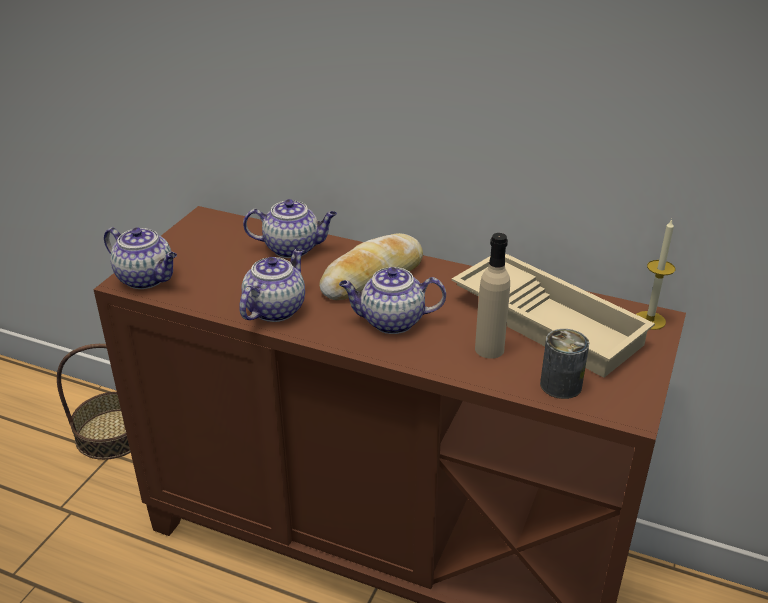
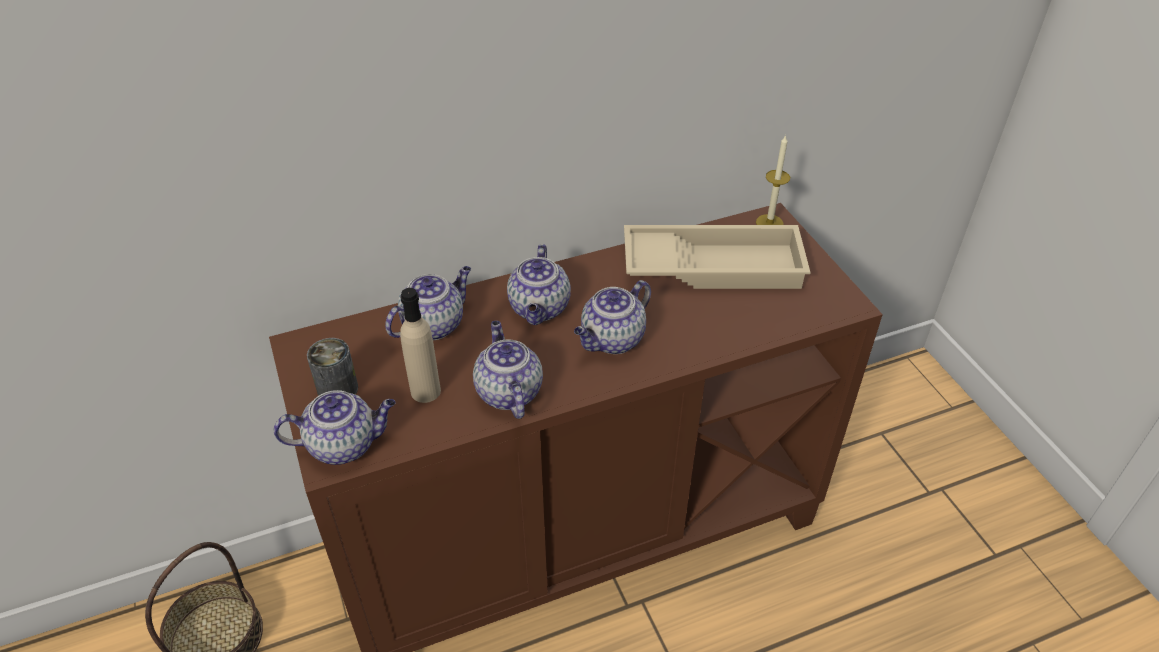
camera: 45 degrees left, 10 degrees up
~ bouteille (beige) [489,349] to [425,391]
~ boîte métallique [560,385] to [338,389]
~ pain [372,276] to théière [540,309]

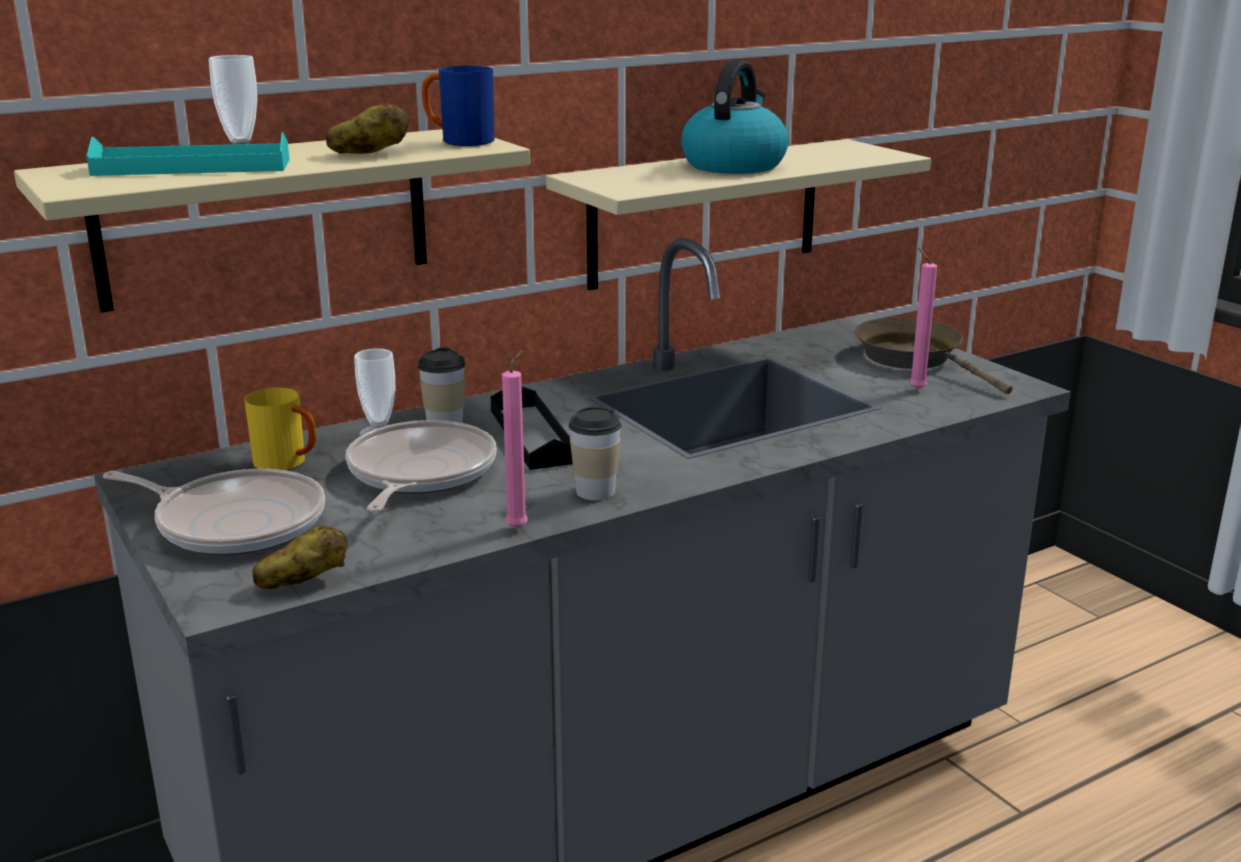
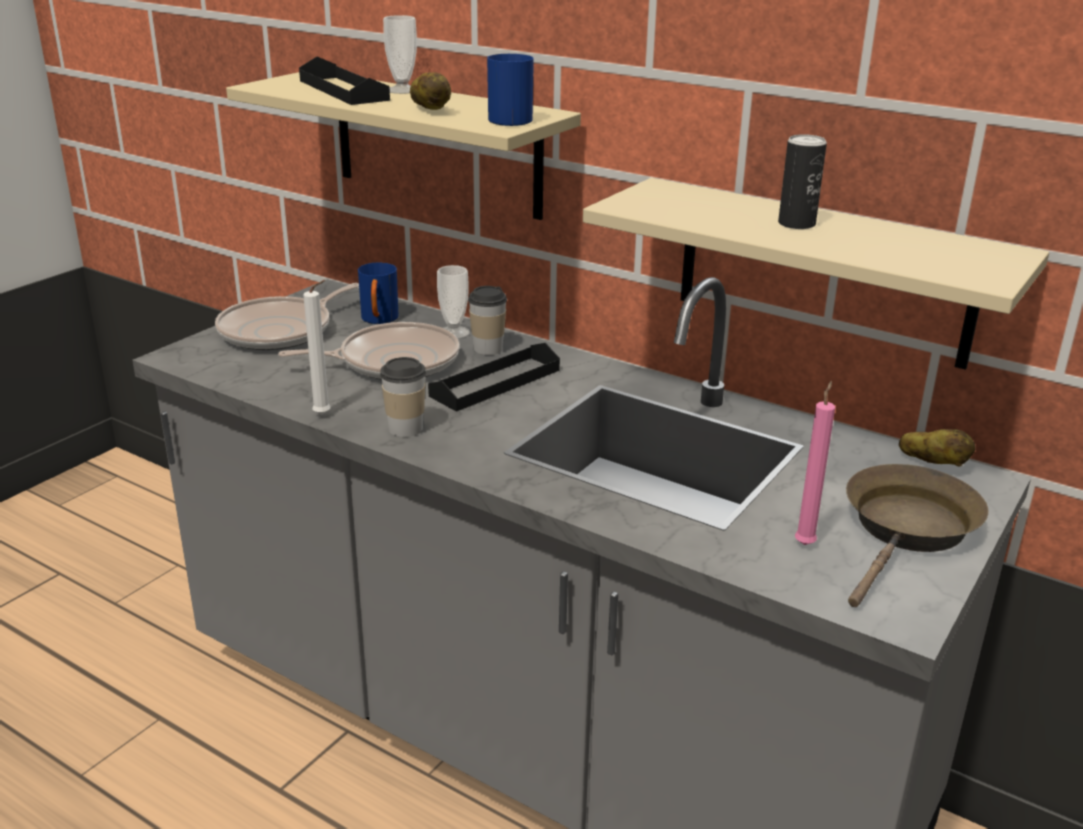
camera: 65 degrees right, 5 degrees up
~ pomme de terre [303,582] to [933,464]
~ bouilloire [733,165] to boîte métallique [796,224]
~ plateau (turquoise) [192,167] to plateau (noir) [343,90]
~ mug (jaune) [288,464] to mug (bleu) [379,320]
~ bougie (rose) [519,527] to bougie (blanc) [325,415]
~ poêle [234,523] = [281,331] 45 degrees clockwise

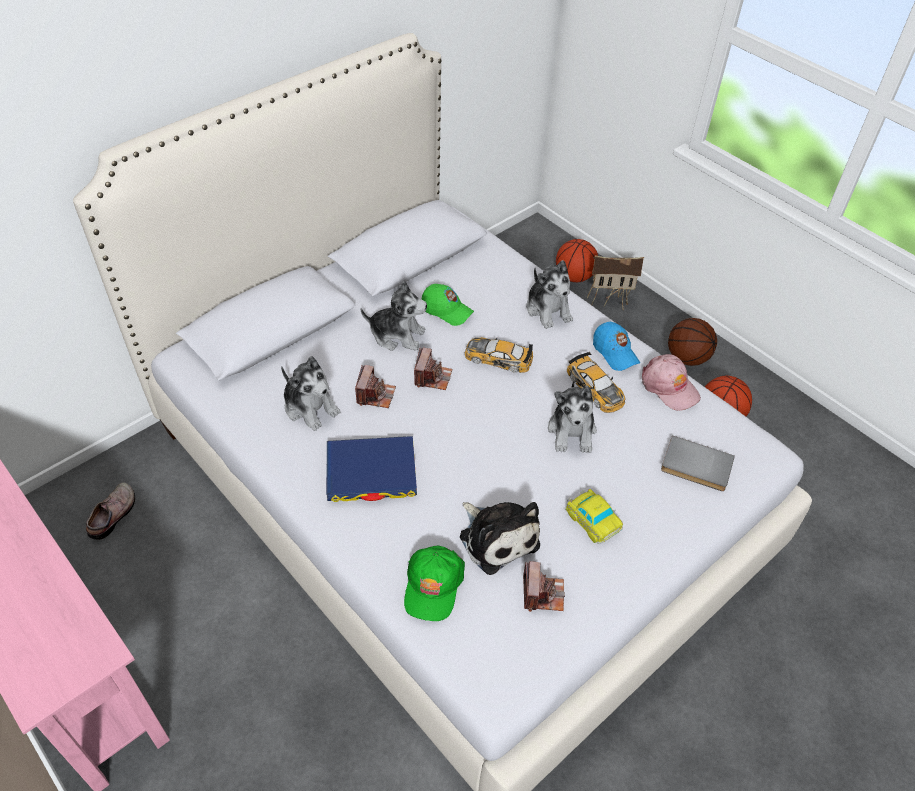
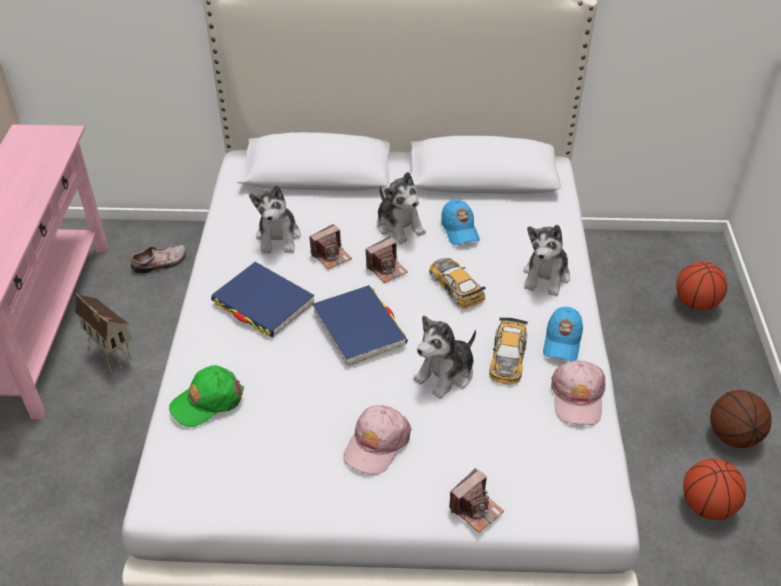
camera: 45 degrees right, 5 degrees down
- peluche [497,537]
- livre (gris) [696,467]
+ livre (bleu) [359,328]
~ appareil photo [542,594] to [475,509]
~ maison miniature [608,301] to [113,357]
~ petite voiture [592,519] to casquette (rose) [376,444]
~ casquette (vert) [446,311] to casquette (bleu) [459,230]

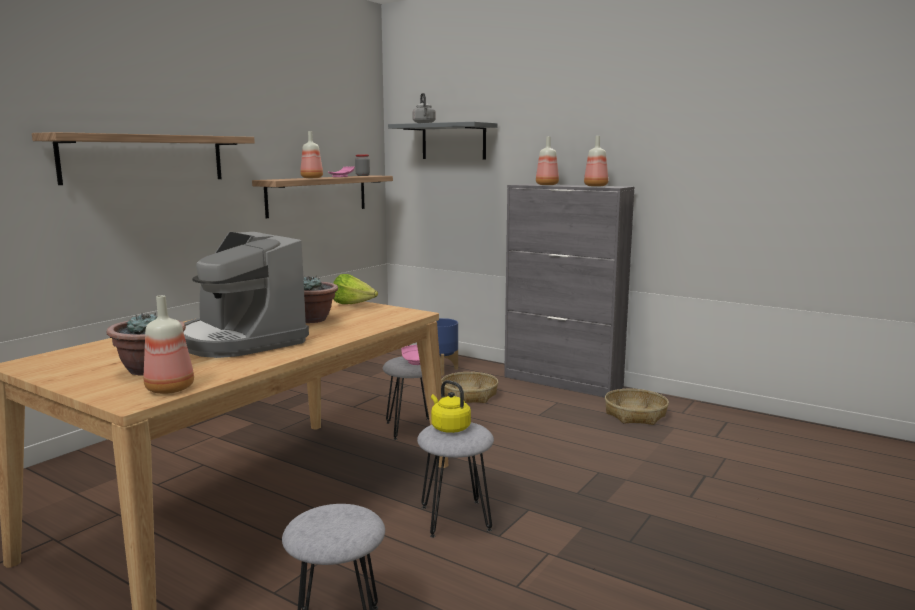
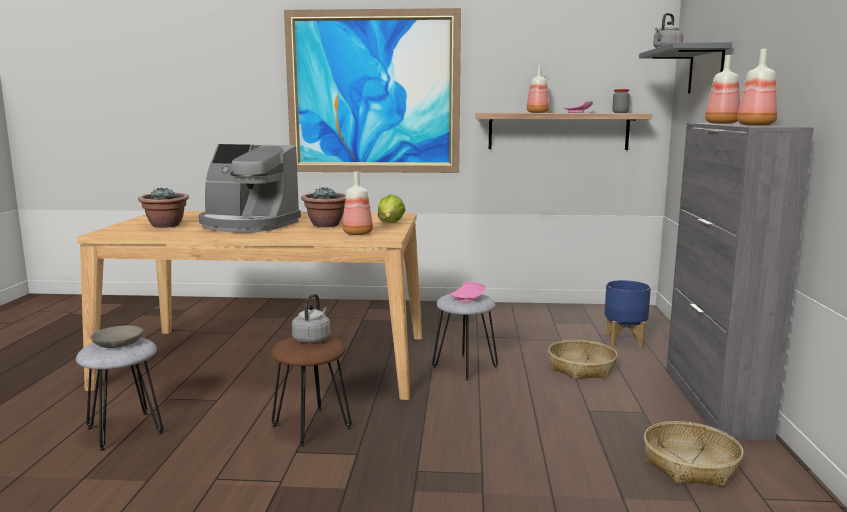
camera: 60 degrees right, 0 degrees up
+ bol (gris) [117,343]
~ bouteille [171,388] to [358,233]
~ étagère [145,158] to tableau [373,92]
~ tabouret (gris) [455,518] to tabouret (marron) [311,427]
~ bouilloire (jaune) [449,427] to bouilloire (gris) [312,339]
~ machine à café [240,341] = [248,225] 90 degrees counterclockwise

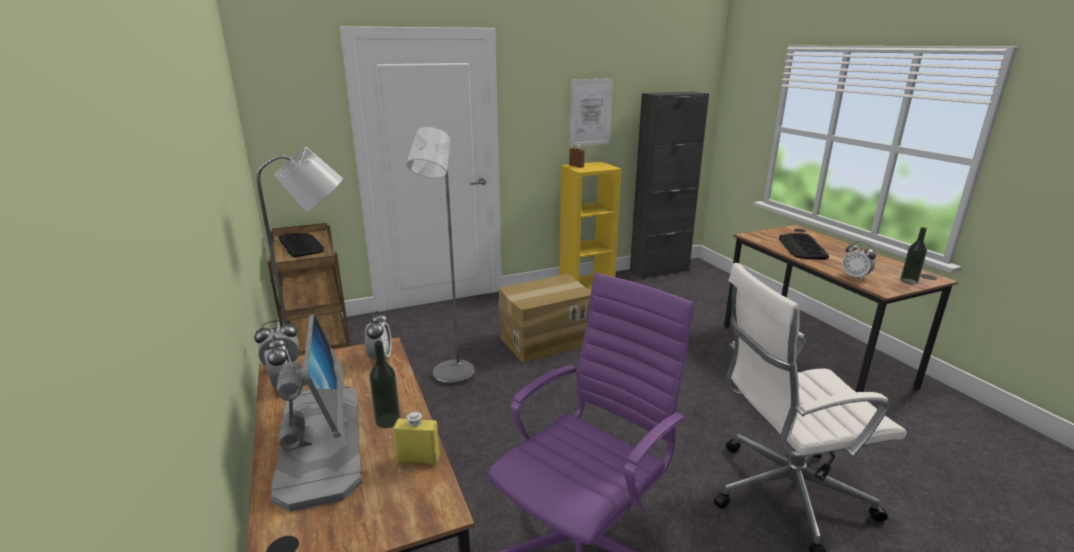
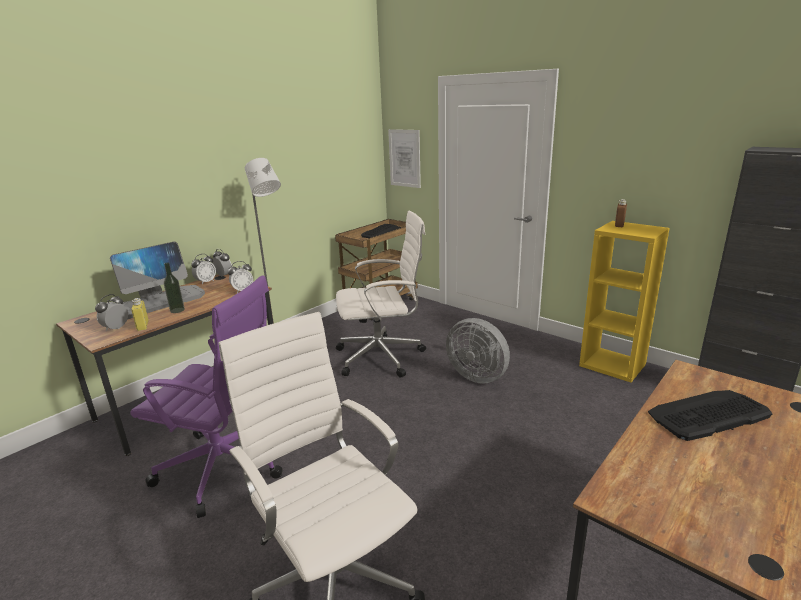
camera: 65 degrees right, 0 degrees up
- bouteille [908,281]
~ tableau [590,112] to [404,158]
~ réveil [855,277] to [116,328]
~ lampadaire (gris) [450,378] to chaise de bureau (blanc) [382,356]
~ carton [546,339] to ventilateur (gris) [478,375]

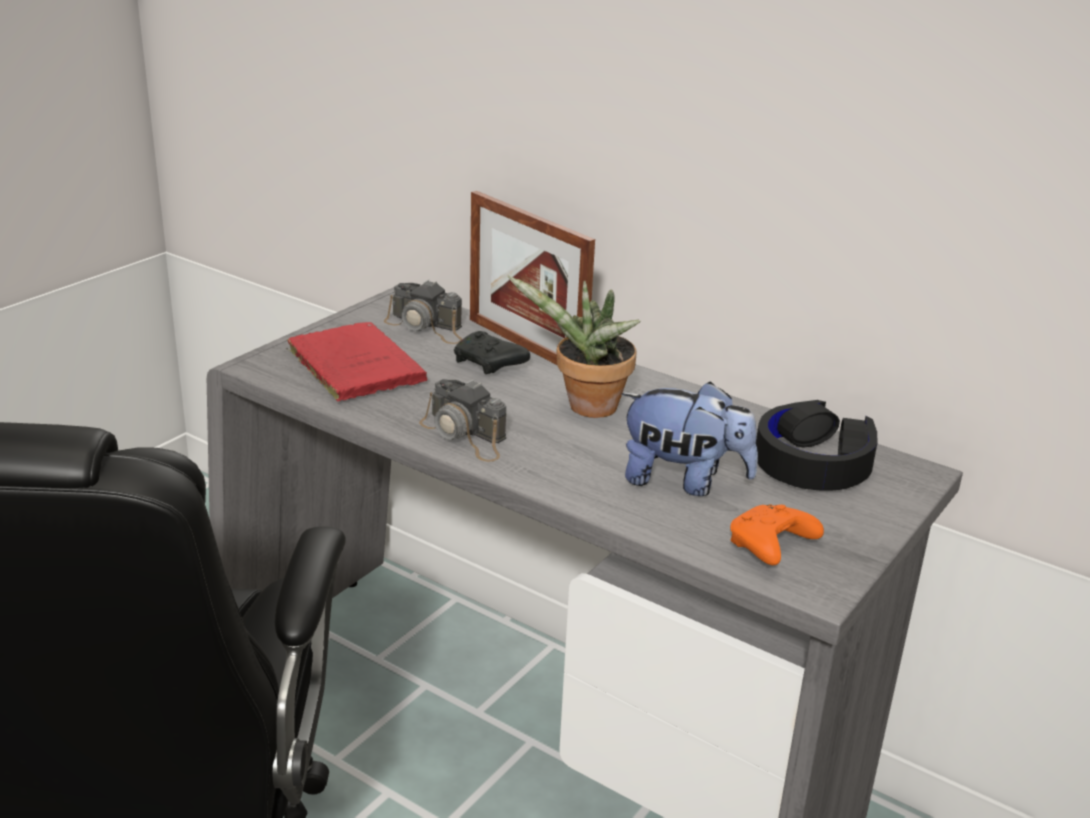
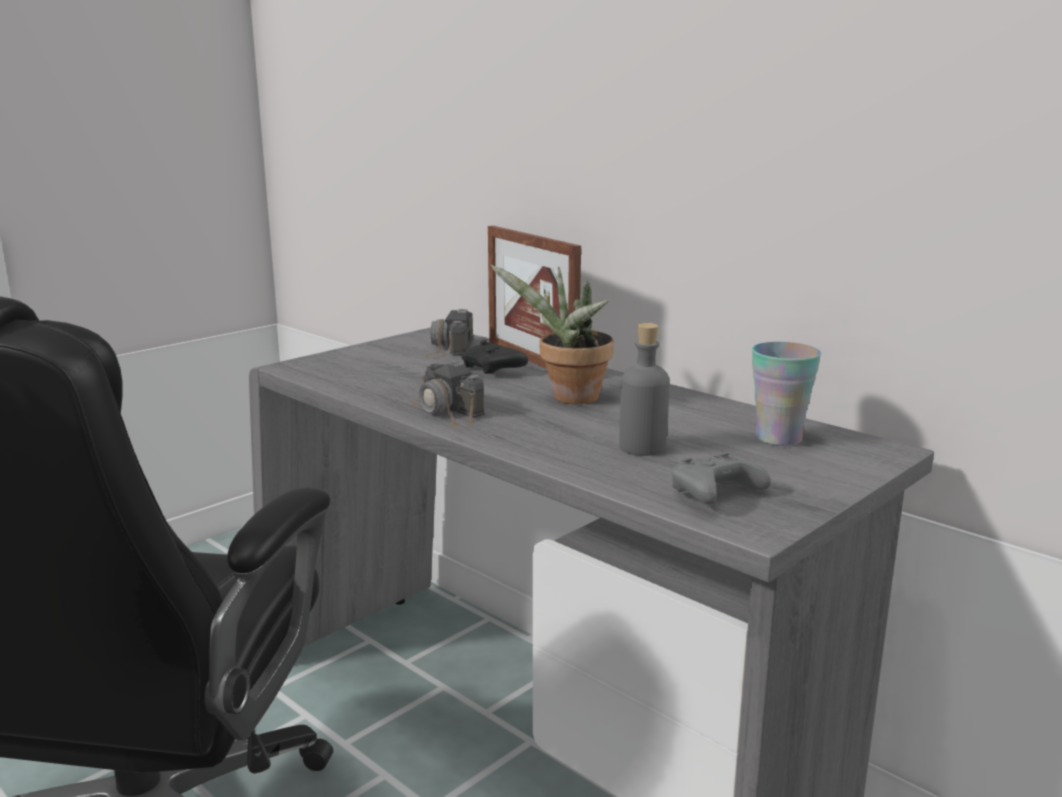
camera: 10 degrees right, 10 degrees down
- livre (rouge) [353,365]
~ peluche [683,481] to bouteille (gris) [642,447]
~ casque audio (noir) [813,461] to tasse [778,438]
~ manette (orange) [770,547] to manette (gris) [714,495]
~ appareil photo [427,327] = [449,348] 60 degrees clockwise

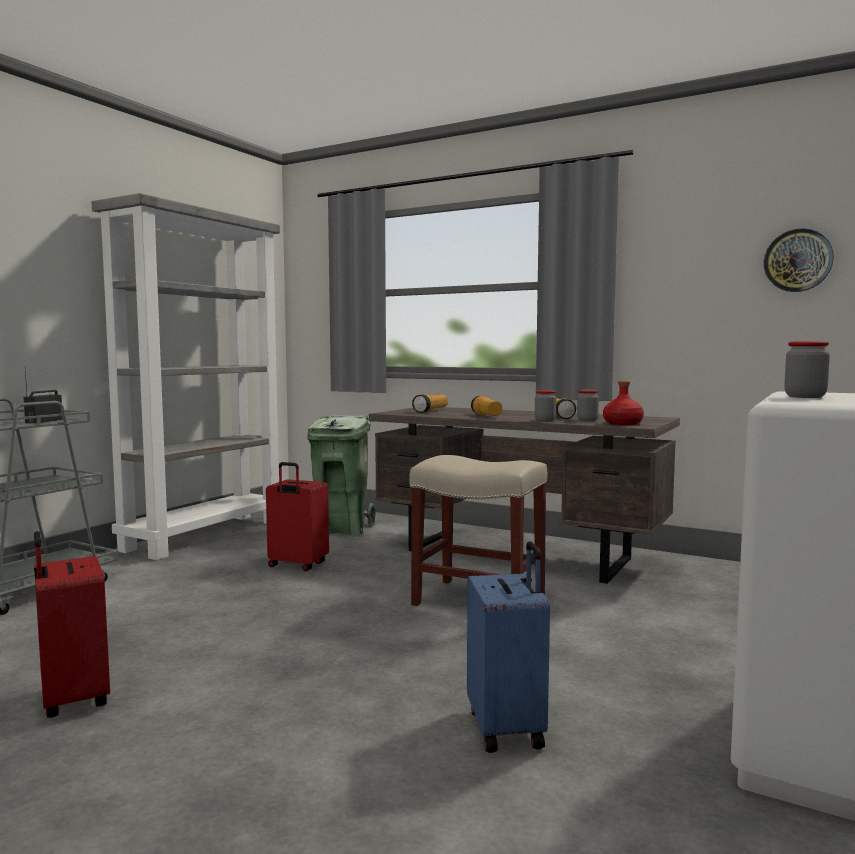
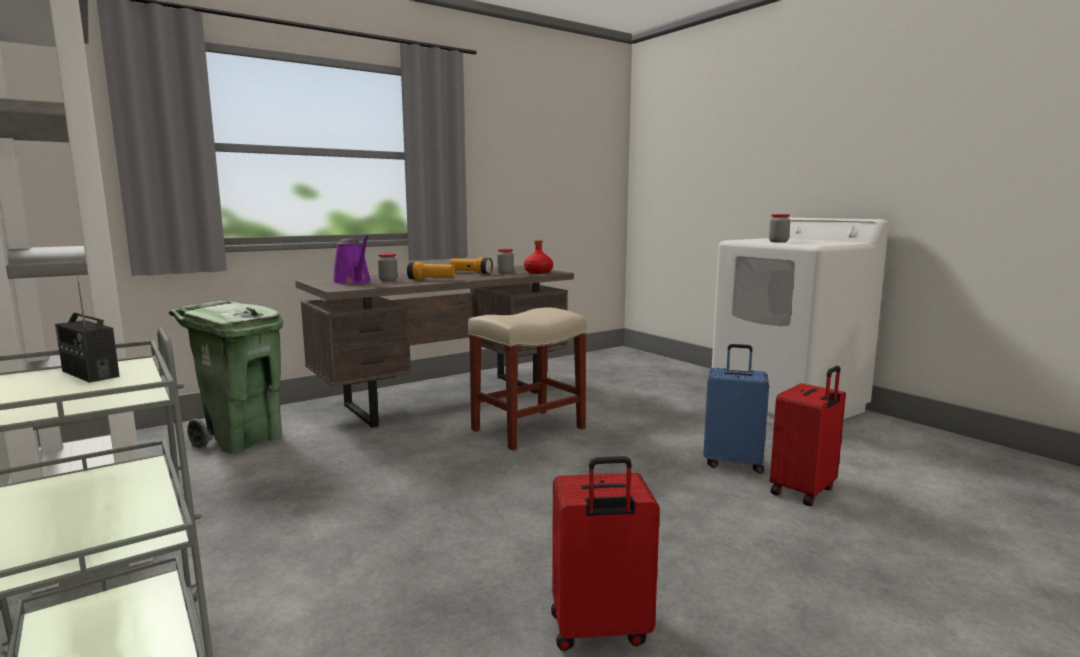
camera: 65 degrees left, 5 degrees up
- horloge murale [798,260]
~ valise (rouge) [297,565] to [804,491]
~ bocal [545,420] to [388,280]
~ lampe de poche [431,411] to arrosoir (violet) [353,282]

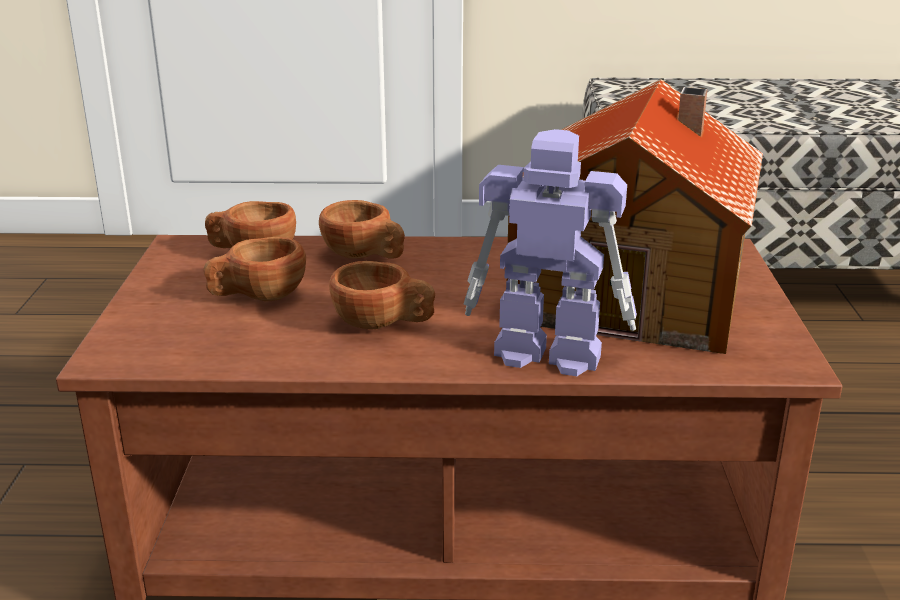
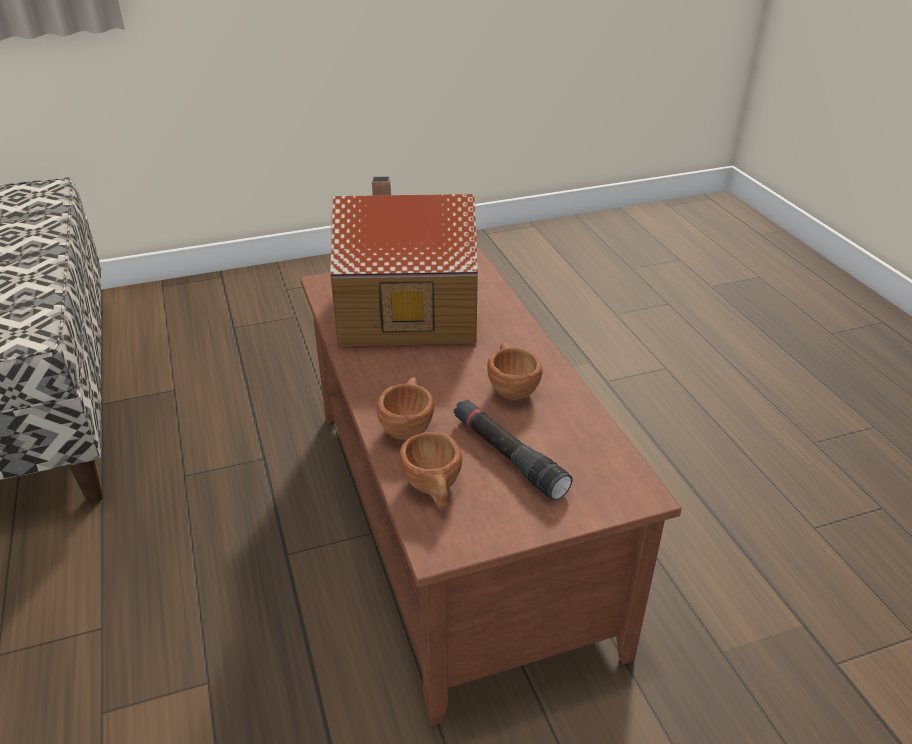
camera: 110 degrees left, 10 degrees up
- robot jouet [544,353]
~ tasse (marron) [258,297] to lampe de poche (noir) [508,456]

